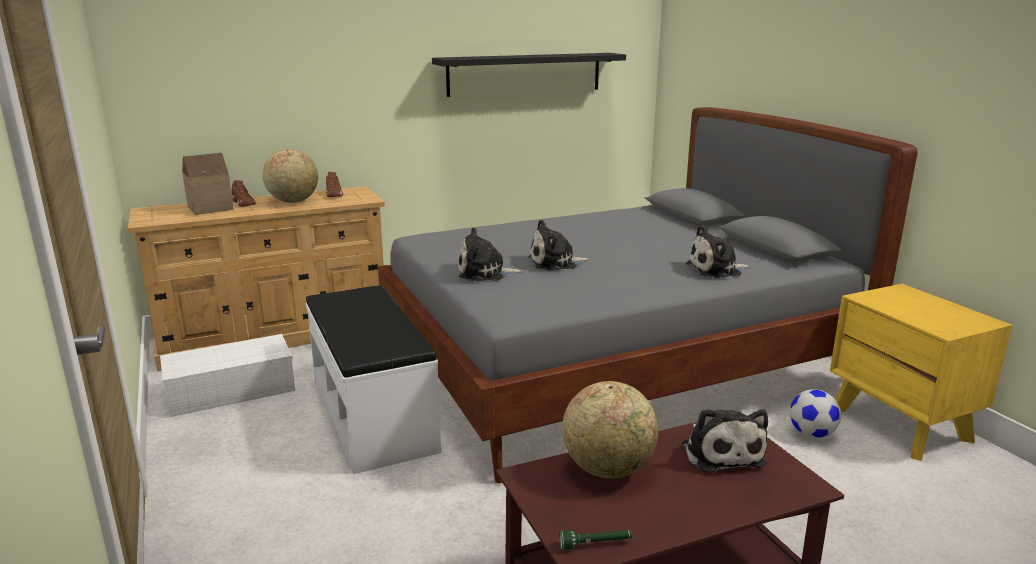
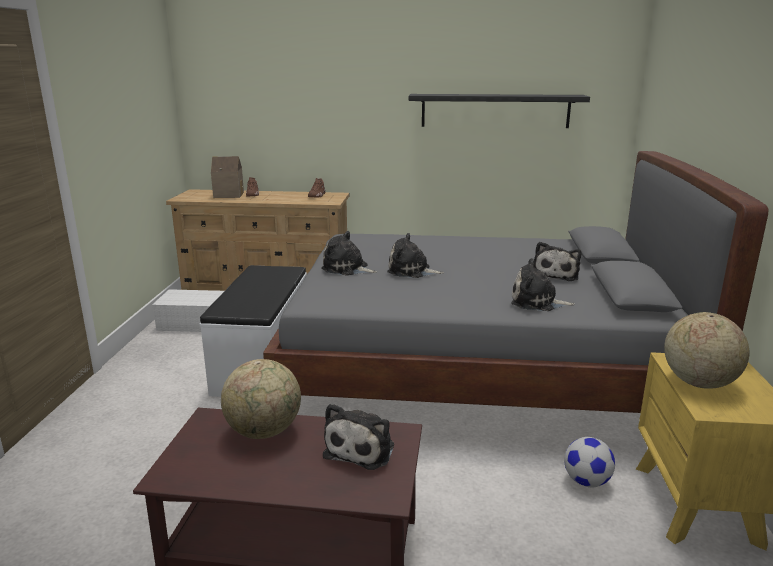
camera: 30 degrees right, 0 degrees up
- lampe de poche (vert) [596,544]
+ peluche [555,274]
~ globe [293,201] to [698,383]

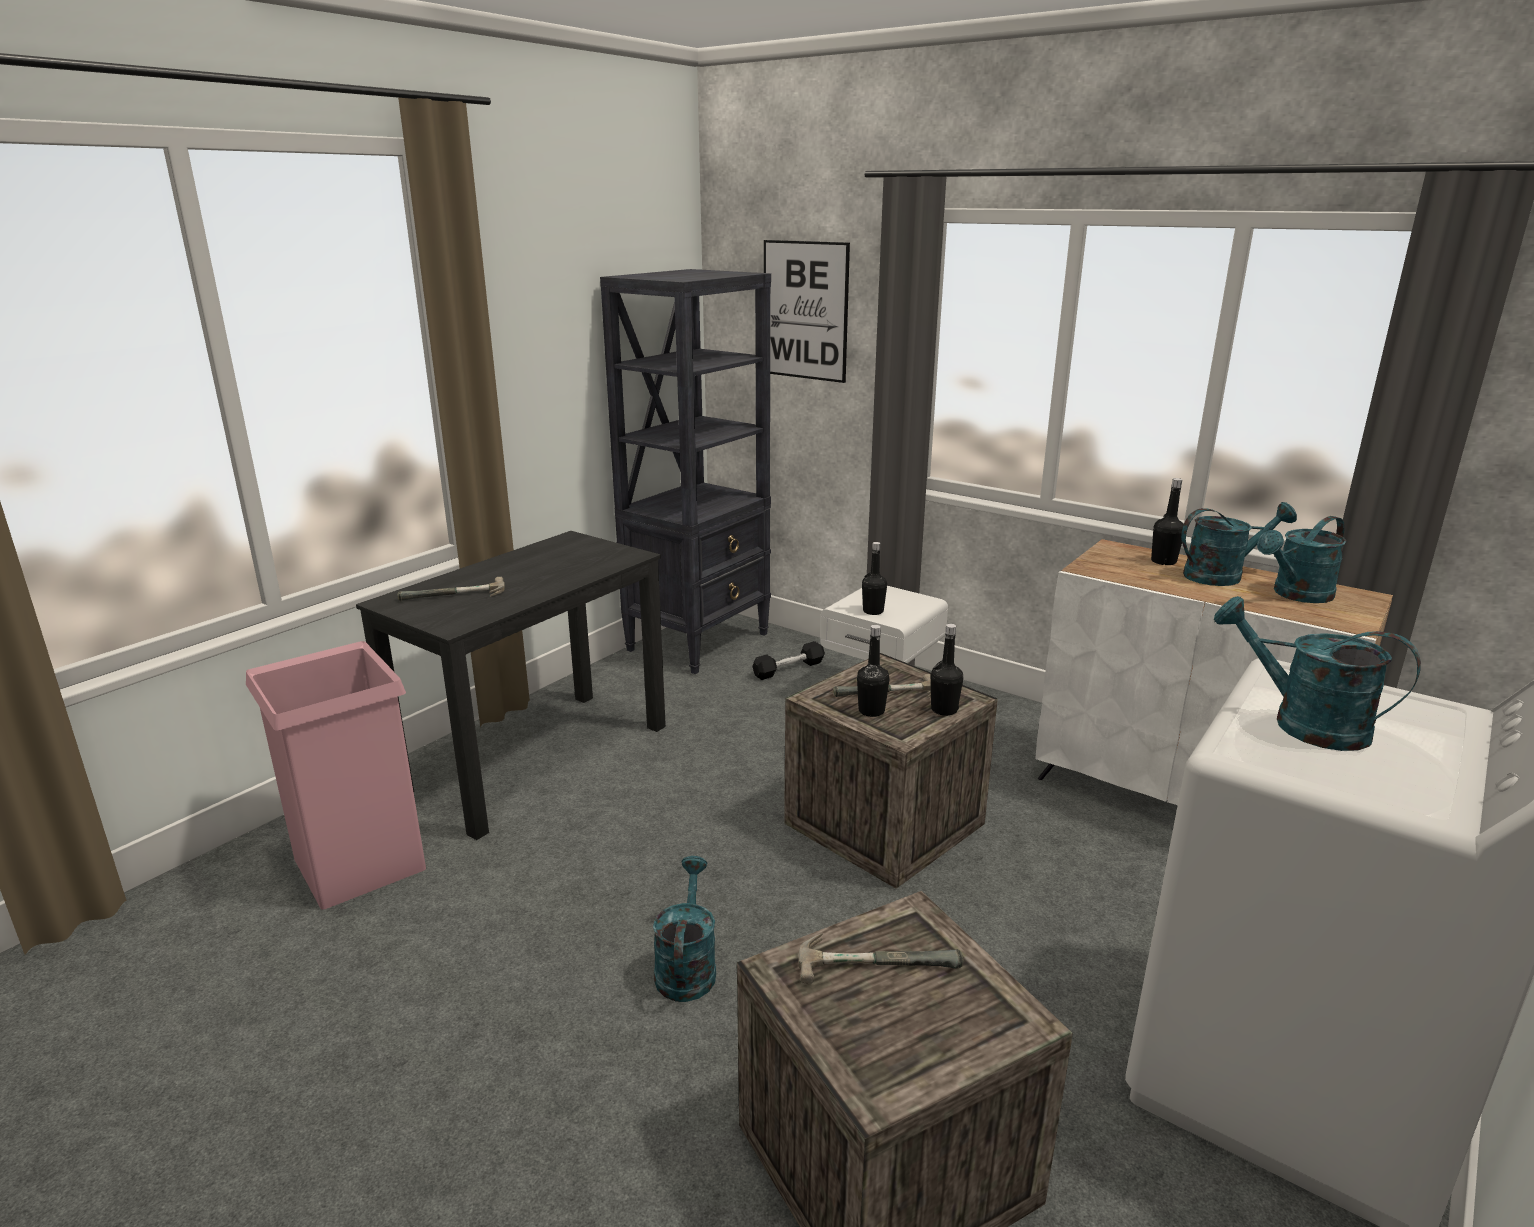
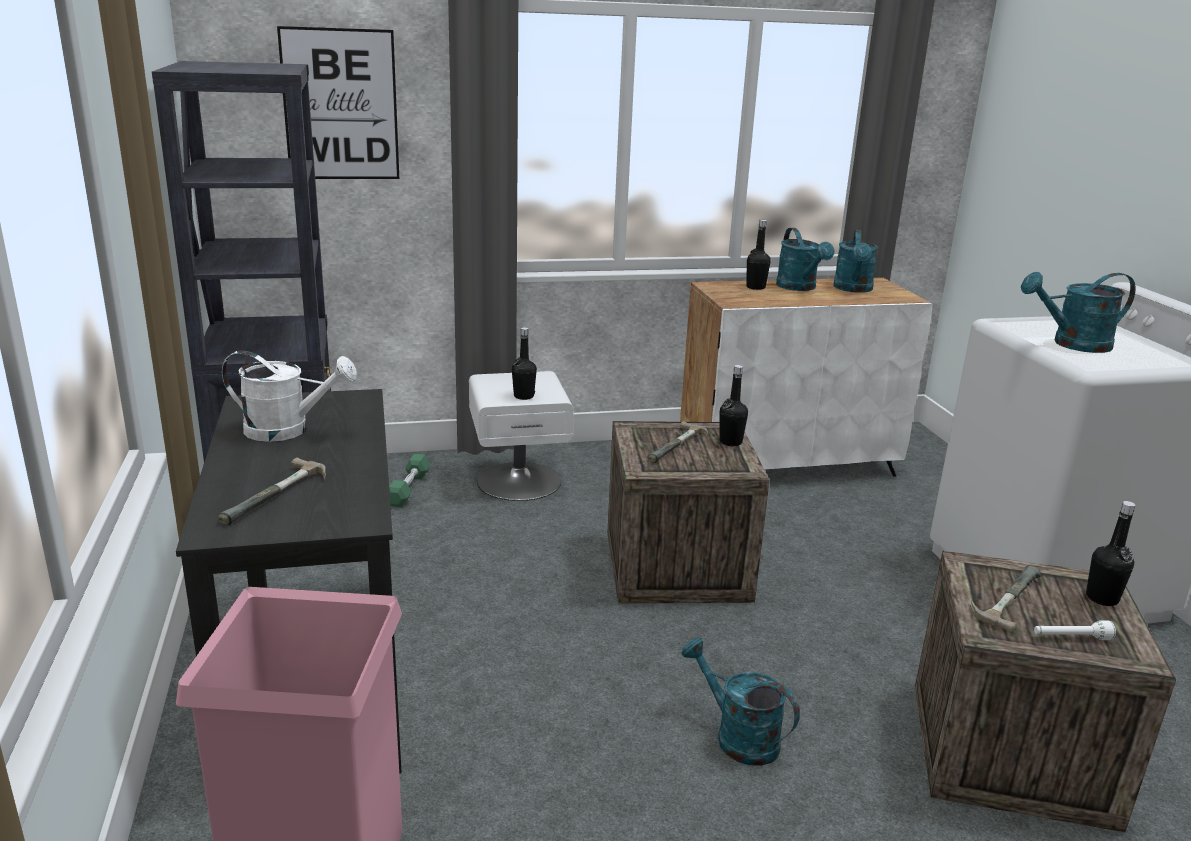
camera: 50 degrees left, 0 degrees up
+ arrosoir (blanc) [288,430]
+ lampe de poche (blanc) [1070,638]
~ bouteille (noir) [871,711] to [1102,598]
~ haltère (noir) [788,669] to haltère (vert) [408,489]
~ arrosoir (turquoise) [1222,575] = [799,287] 135 degrees clockwise

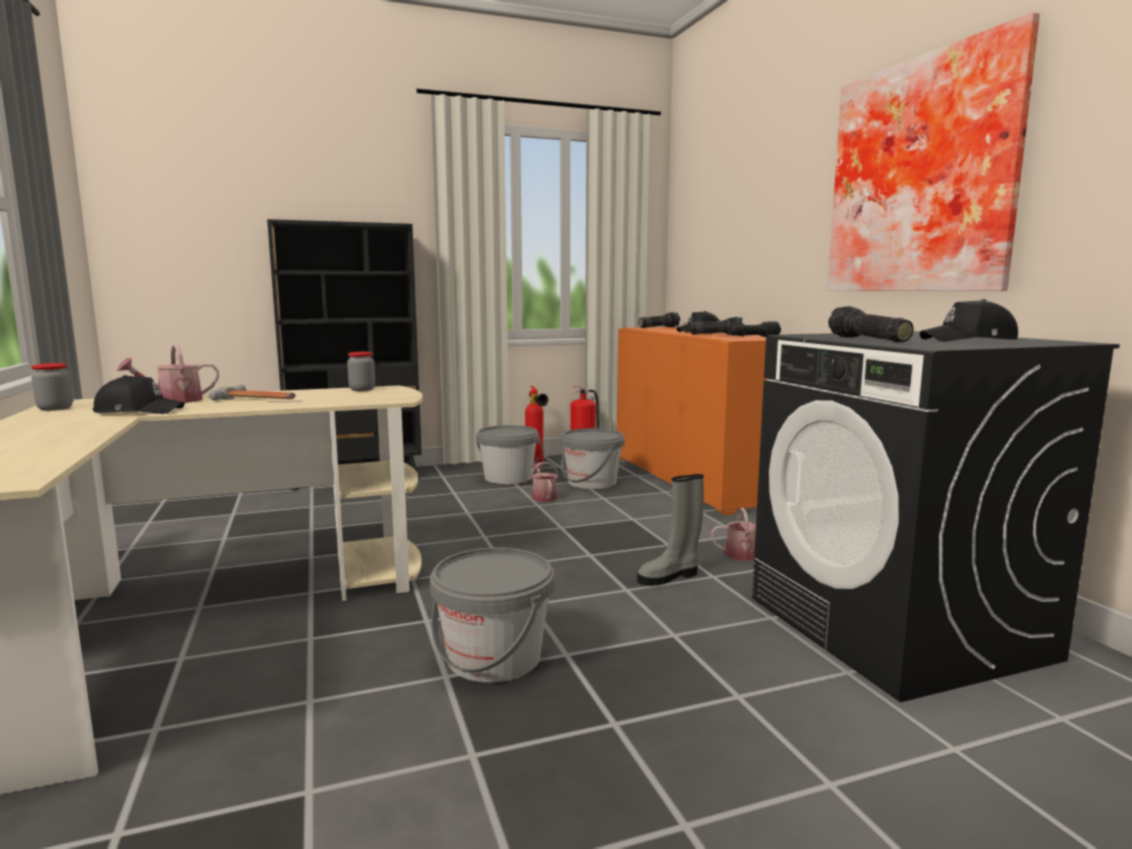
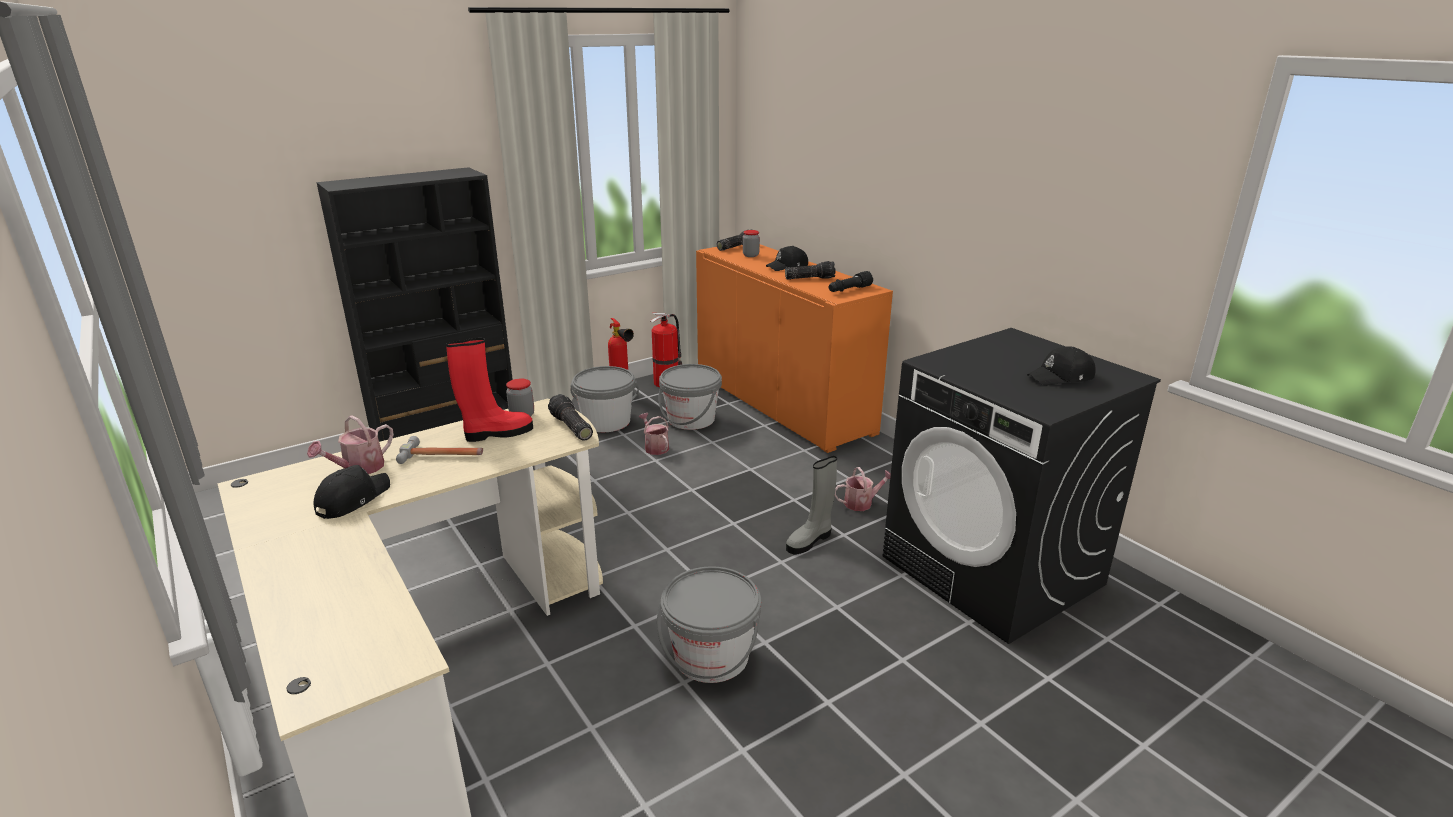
camera: 15 degrees left, 15 degrees up
- tableau [924,177]
+ botte (rouge) [497,433]
~ bocal [55,408] to [751,255]
~ lampe de poche [866,339] to [570,427]
~ casquette (noir) [139,411] = [352,499] 45 degrees counterclockwise

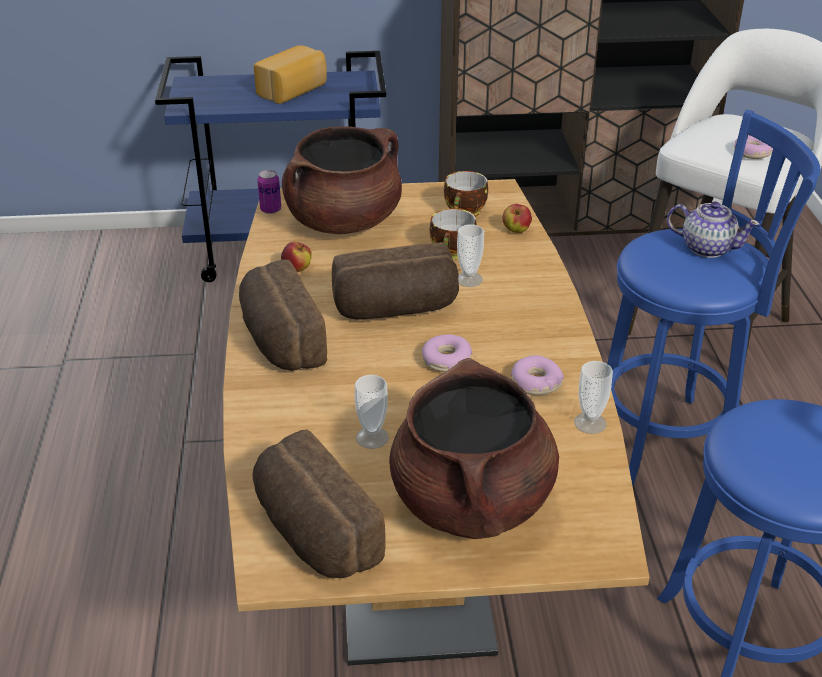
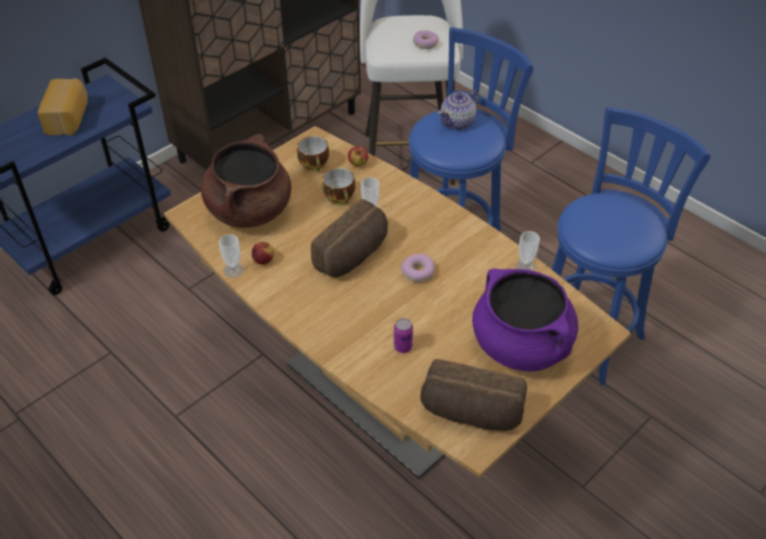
camera: 40 degrees left, 10 degrees up
- pain [279,340]
- beignet [535,383]
~ boîte métallique [270,209] to [402,347]
~ tasse [372,437] to [233,270]
~ marmite (marron) [472,502] to marmite (violet) [521,346]
~ théière [706,248] = [458,122] 150 degrees clockwise

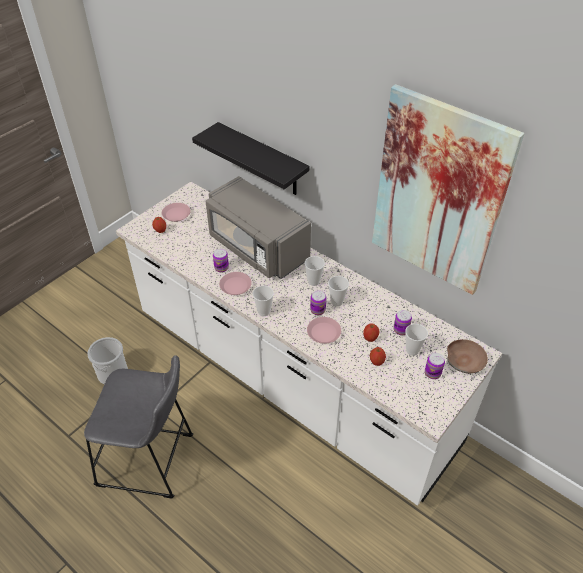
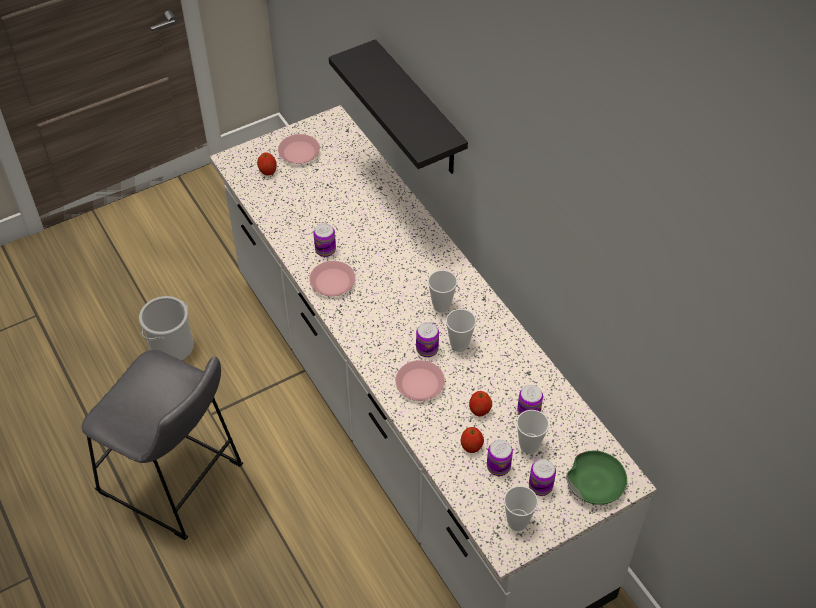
camera: 20 degrees right, 5 degrees up
- micro-ondes (gris) [257,248]
- tableau [438,194]
+ boîte métallique [498,466]
~ tasse [264,311] to [517,522]
~ bol (marron) [465,360] to bol (vert) [595,483]

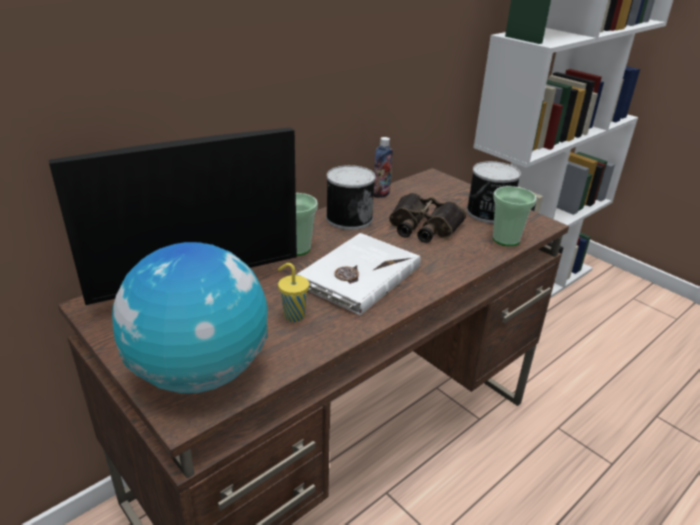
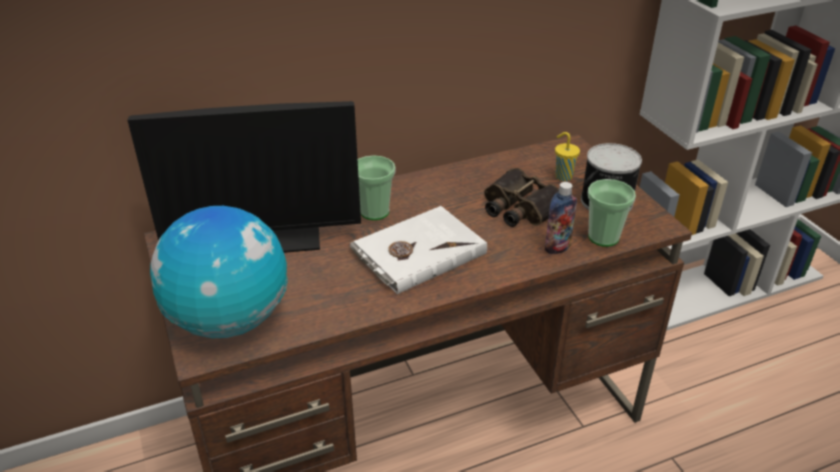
camera: 20 degrees right, 5 degrees up
- boîte métallique [348,217]
~ tasse (jaune) [293,315] to [562,176]
~ bouteille [381,194] to [557,247]

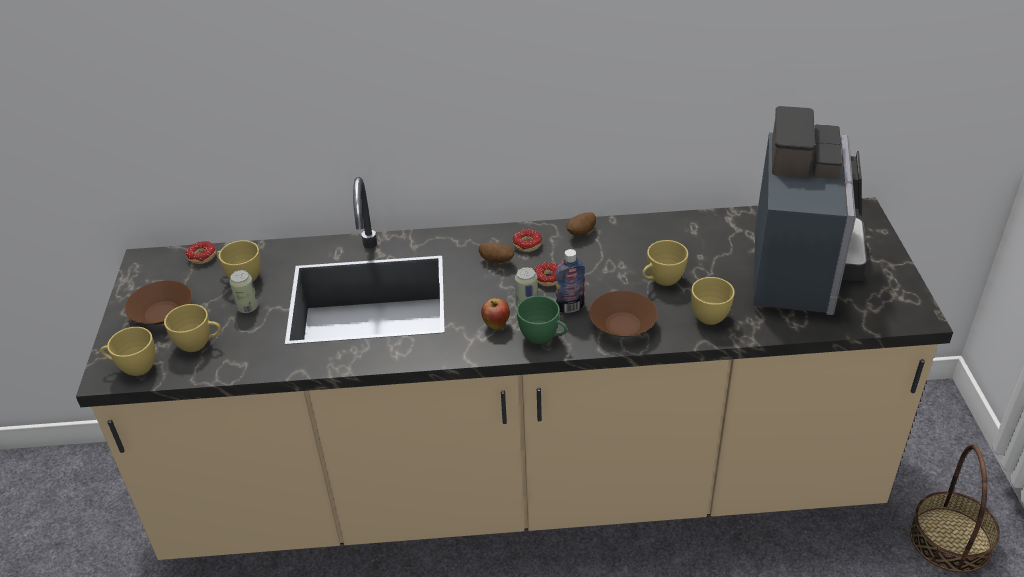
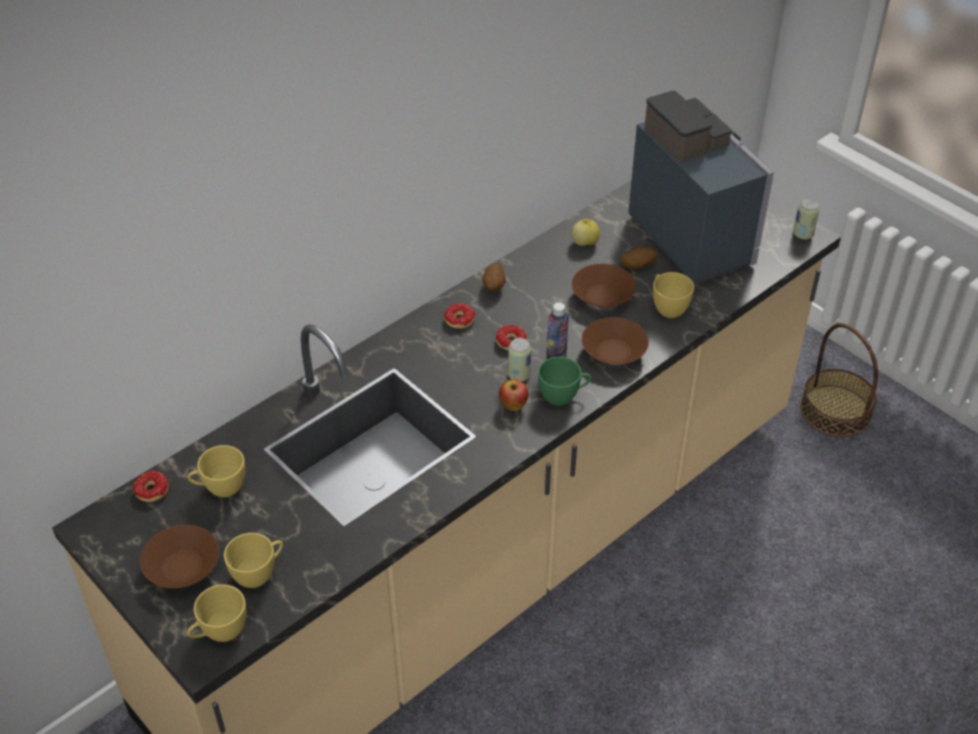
camera: 40 degrees left, 5 degrees up
+ pomme [584,242]
~ boîte métallique [248,307] to [802,234]
~ pomme de terre [497,261] to [637,266]
~ tasse (jaune) [661,280] to bol (marron) [603,297]

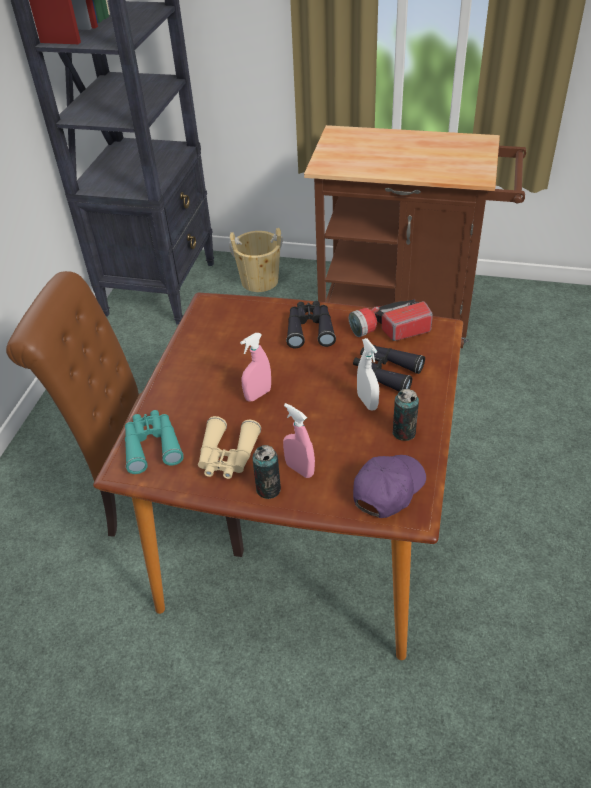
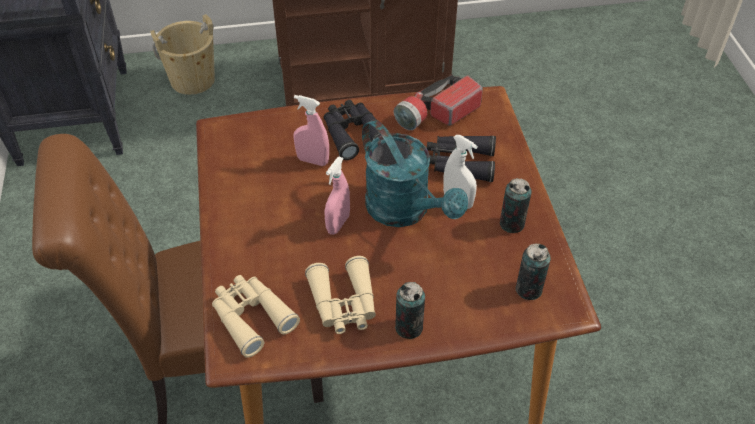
camera: 25 degrees left, 5 degrees up
+ arrosoir (turquoise) [405,211]
~ vaporisateur (rose) [299,469] to [312,160]
~ casquette (violet) [388,489] to boîte métallique [528,289]
~ jumelles (turquoise) [152,445] to jumelles (beige) [251,317]

